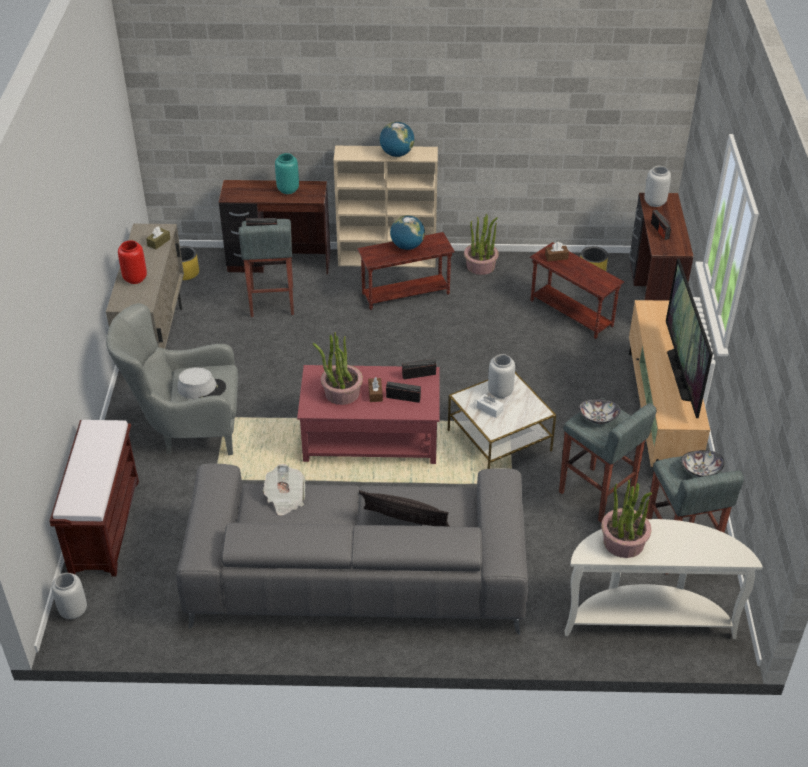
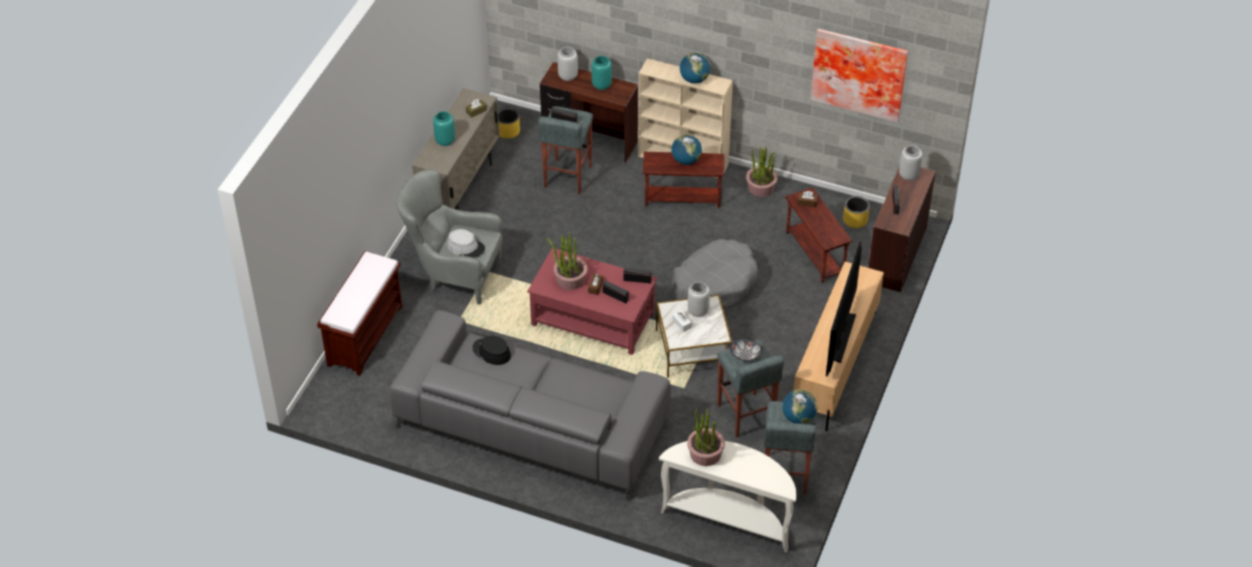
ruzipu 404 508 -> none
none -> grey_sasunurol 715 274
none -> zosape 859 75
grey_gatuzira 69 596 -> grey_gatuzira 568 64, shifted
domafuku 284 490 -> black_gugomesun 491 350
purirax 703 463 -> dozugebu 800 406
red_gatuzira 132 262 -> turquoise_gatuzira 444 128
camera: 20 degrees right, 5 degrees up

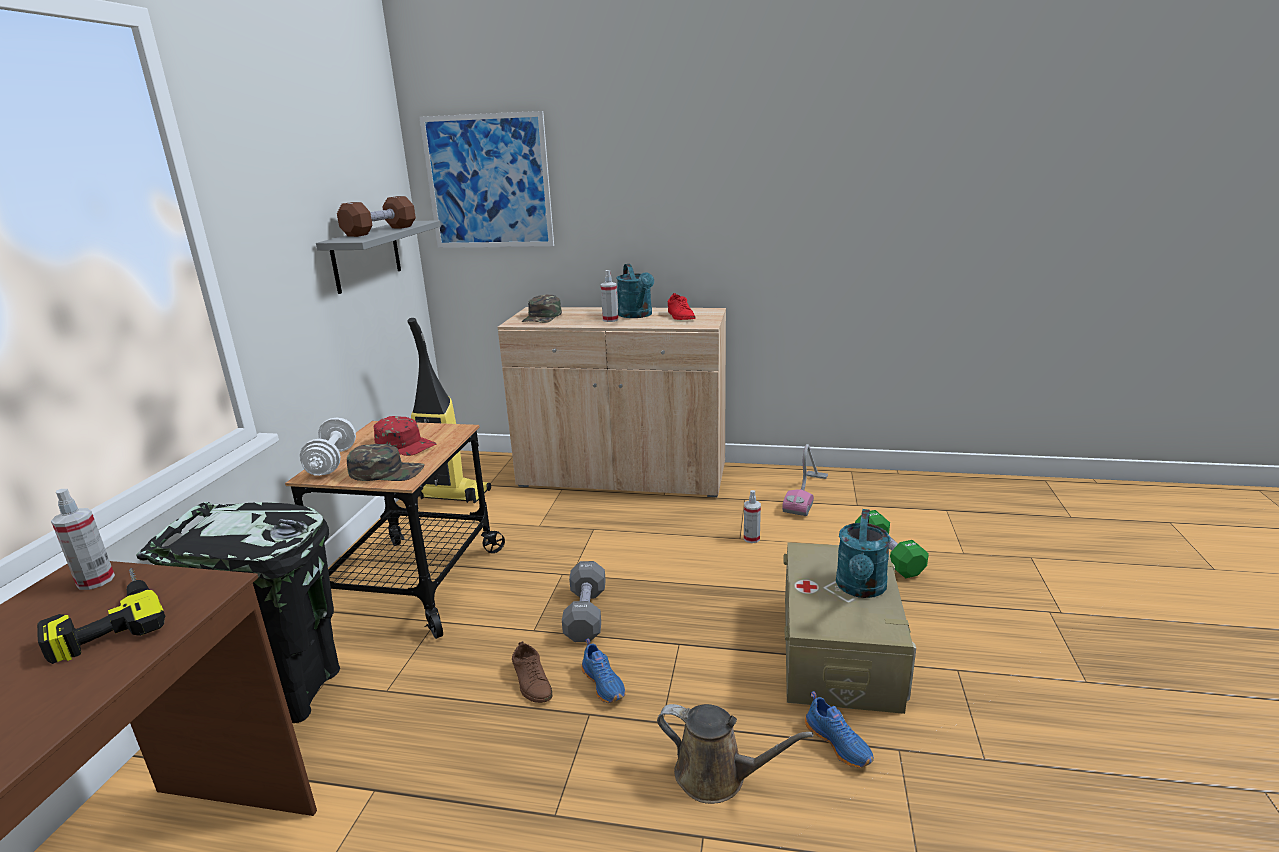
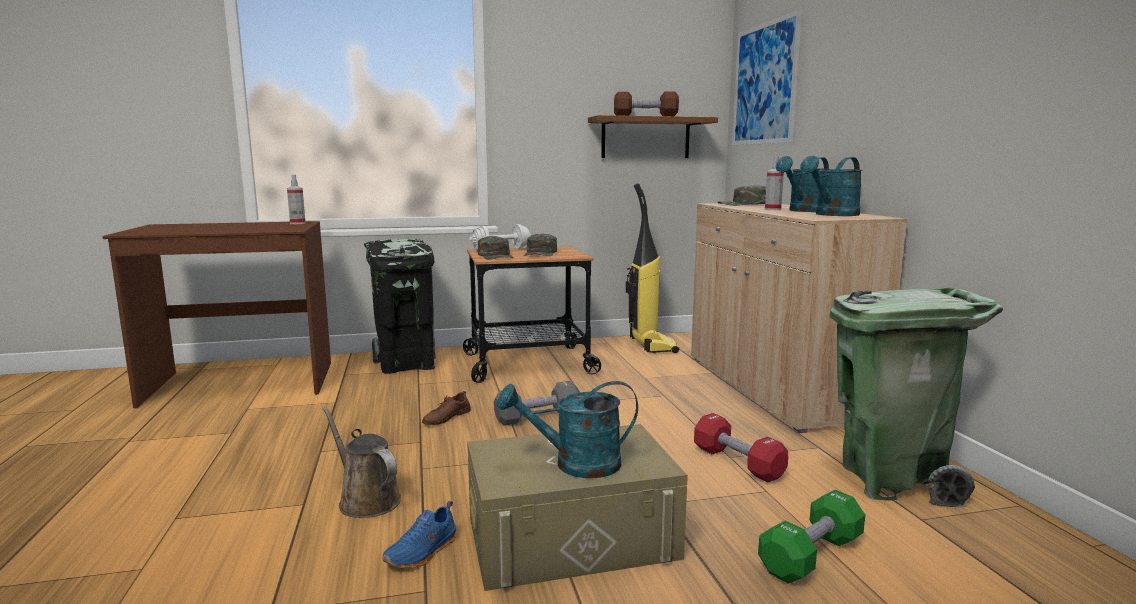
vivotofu 101 616 -> none
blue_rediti 603 670 -> none
red_rediti 681 306 -> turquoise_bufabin 831 186
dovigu 752 516 -> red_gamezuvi 741 448
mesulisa 805 480 -> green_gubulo 916 398
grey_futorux 378 257 -> brown_futorux 653 136
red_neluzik 405 436 -> green_neluzik 540 245
brown_bufabin 735 754 -> brown_bufabin 362 462, 135 degrees clockwise
camera: 65 degrees right, 10 degrees down

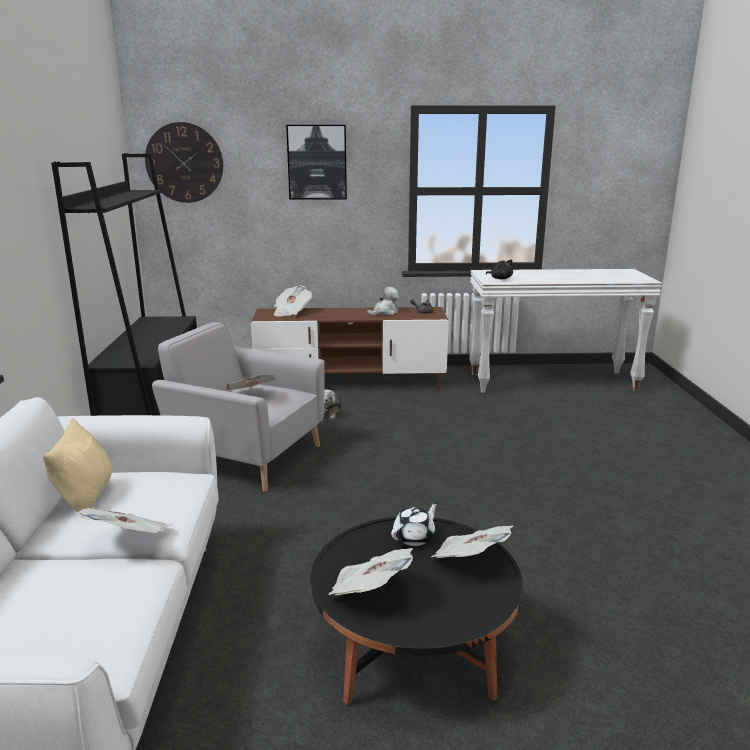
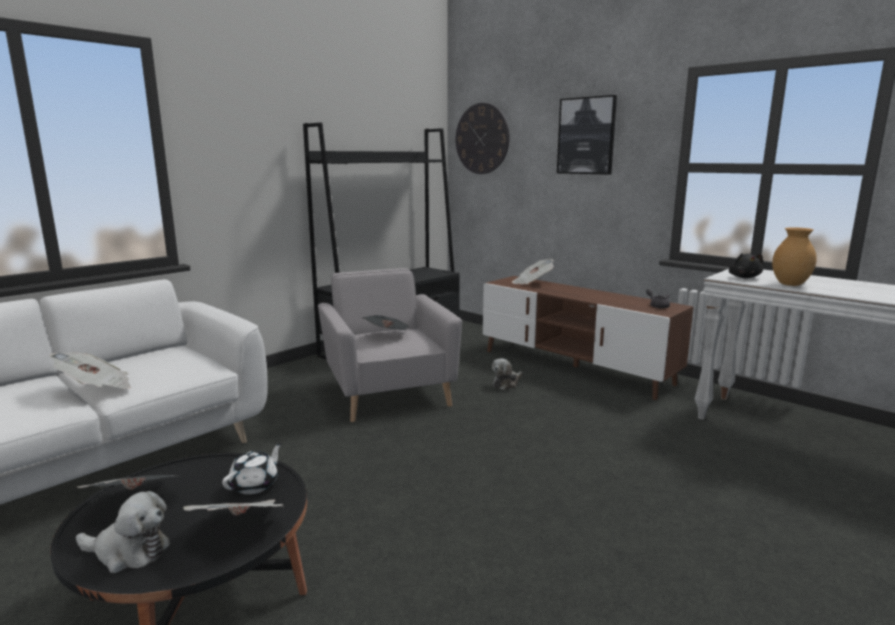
beige_ruzipu 77 467 -> none
none -> brown_gatuzira 794 256
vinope 383 301 -> vinope 123 532, shifted
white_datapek 414 524 -> white_datapek 252 468, 60 degrees counterclockwise
camera: 45 degrees right, 5 degrees down

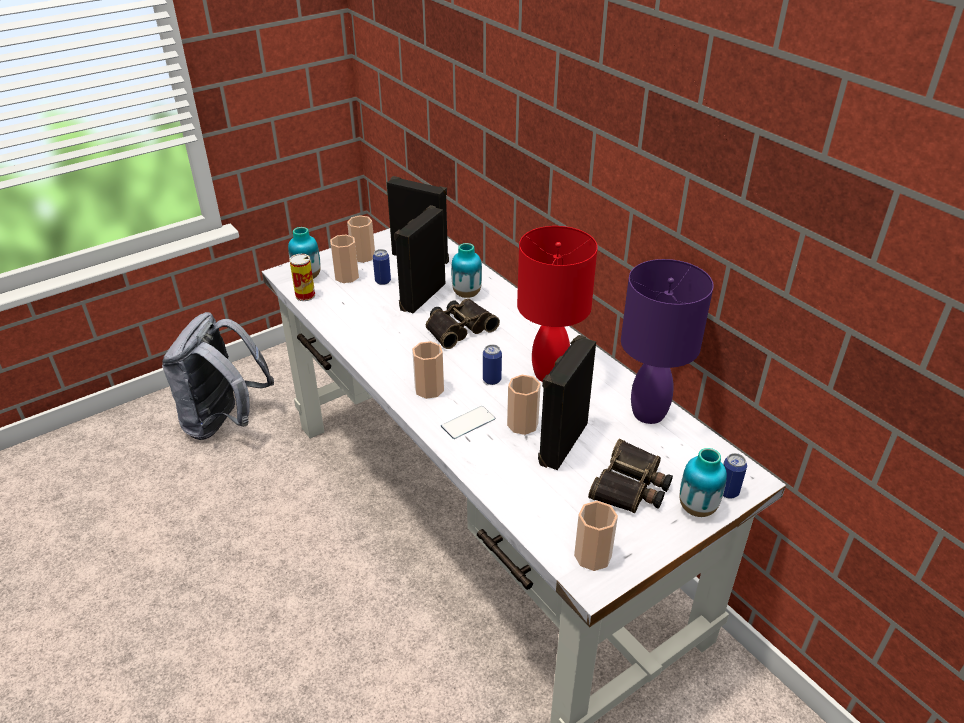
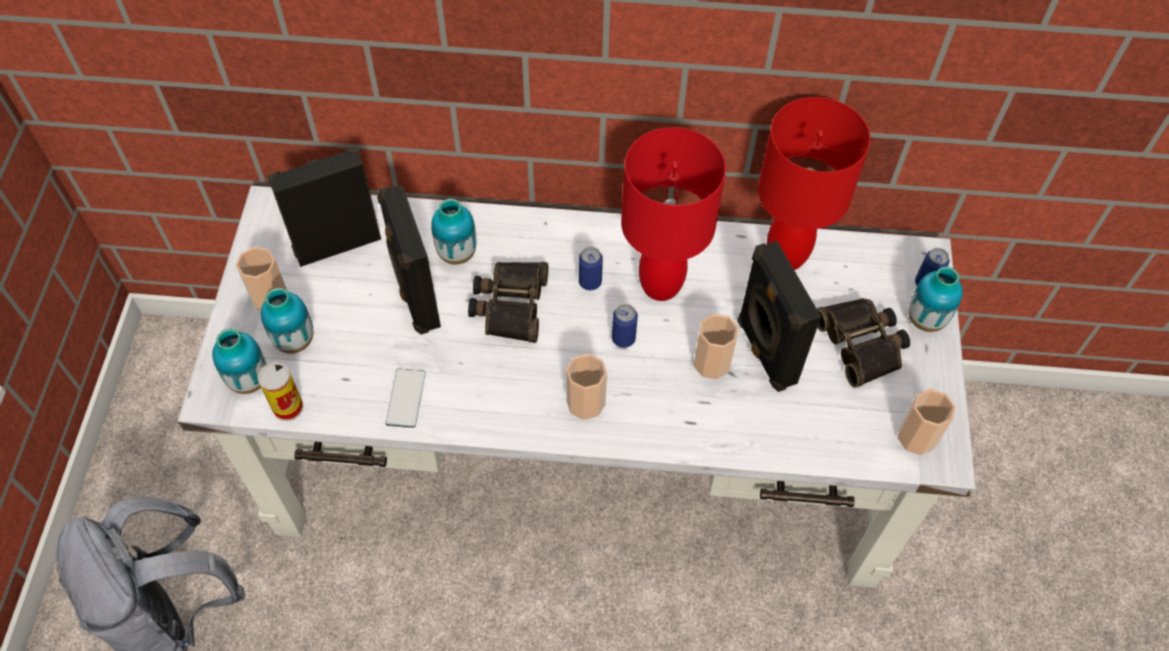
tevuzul 382 267 -> tevuzul 591 268, shifted
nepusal 468 422 -> nepusal 405 398, shifted
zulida 344 259 -> gatuzira 287 320
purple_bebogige 667 341 -> red_bebogige 814 183
camera: 50 degrees left, 20 degrees up

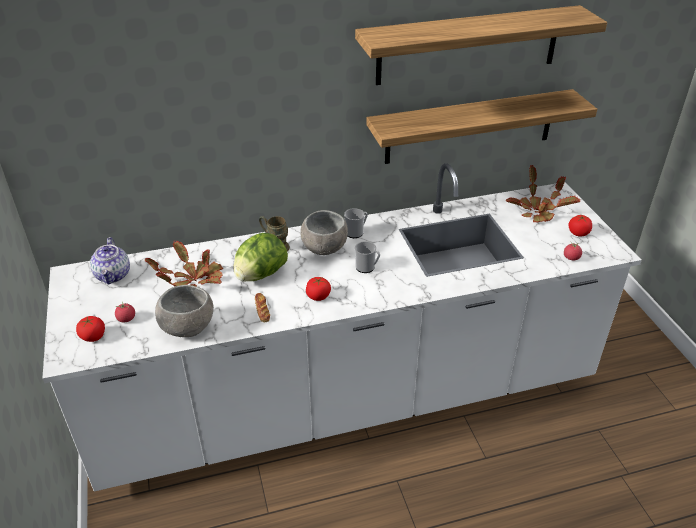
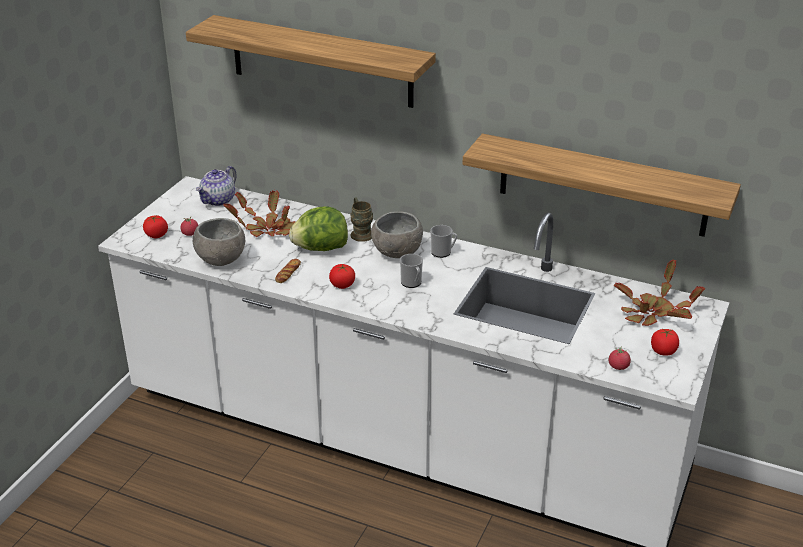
futorux 481 45 -> futorux 311 61, shifted
camera: 40 degrees right, 5 degrees down

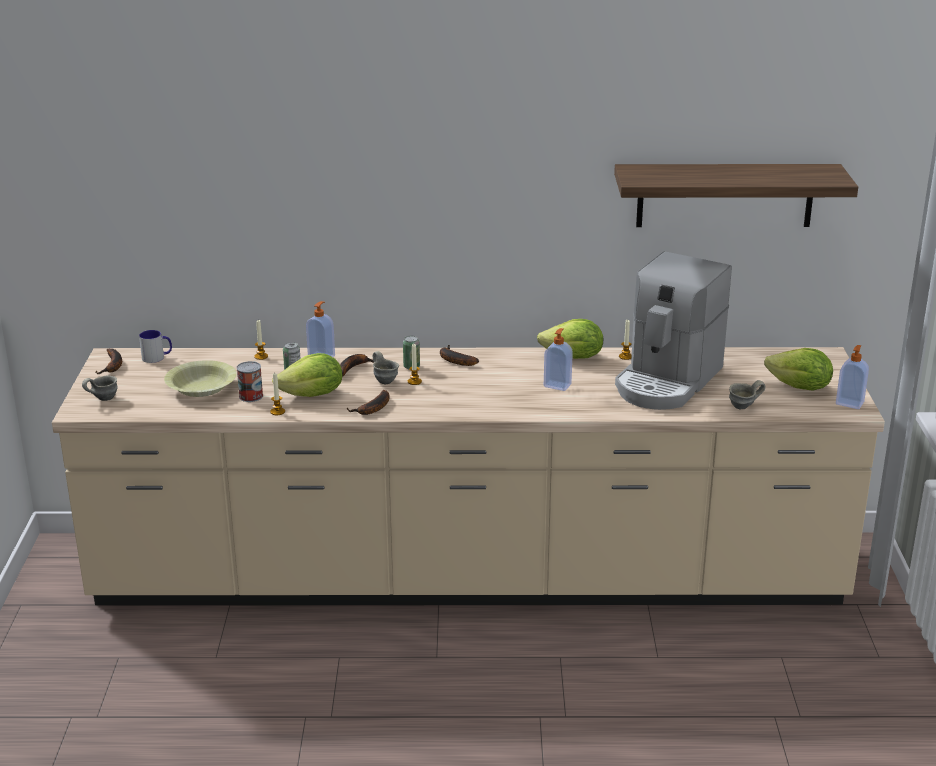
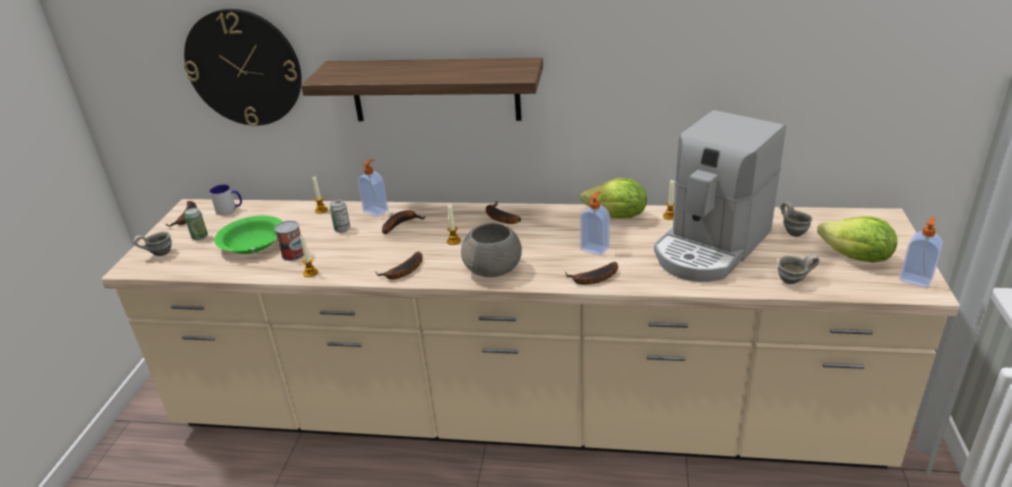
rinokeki 307 375 -> none
none -> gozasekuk 243 67
none -> grey_purirax 491 250
none -> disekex 591 273
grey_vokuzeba 386 367 -> grey_vokuzeba 797 219, shifted
tevuzul 411 352 -> tevuzul 196 224, shifted
futorux 736 195 -> futorux 422 89, shifted
yellow_purirax 200 378 -> green_purirax 248 235
camera: 10 degrees right, 5 degrees up

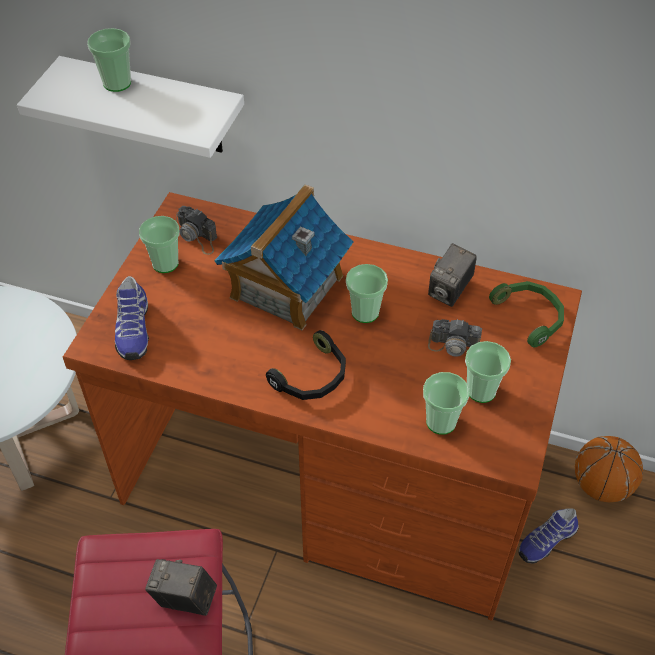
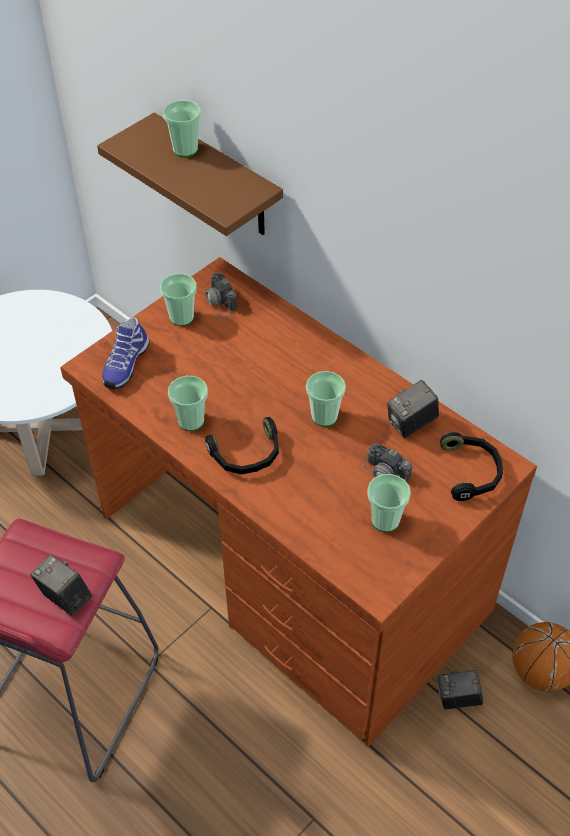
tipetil 284 257 -> none
zulida 446 403 -> zulida 188 403, shifted
rediti 548 535 -> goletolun 460 690
white_futorux 130 107 -> brown_futorux 190 174
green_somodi 526 314 -> black_somodi 471 466
camera: 25 degrees right, 0 degrees up

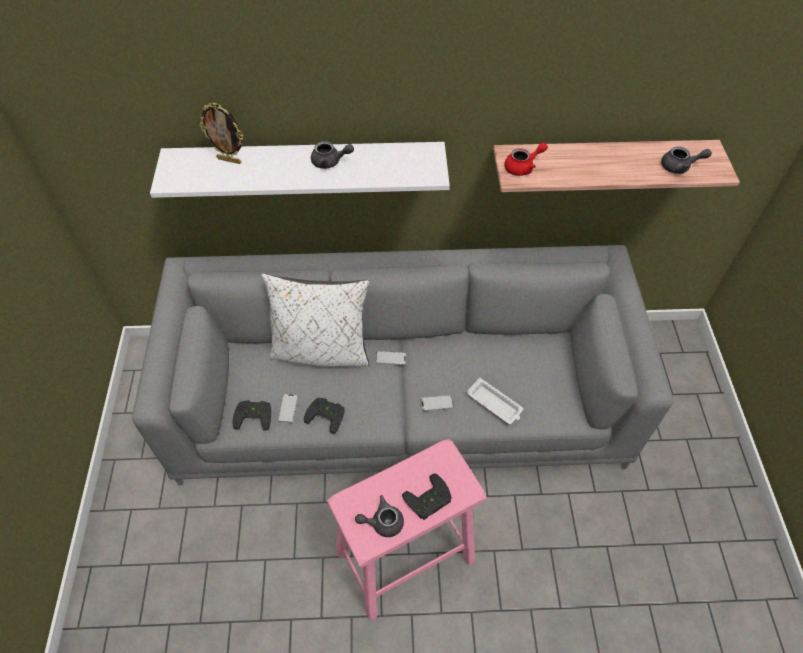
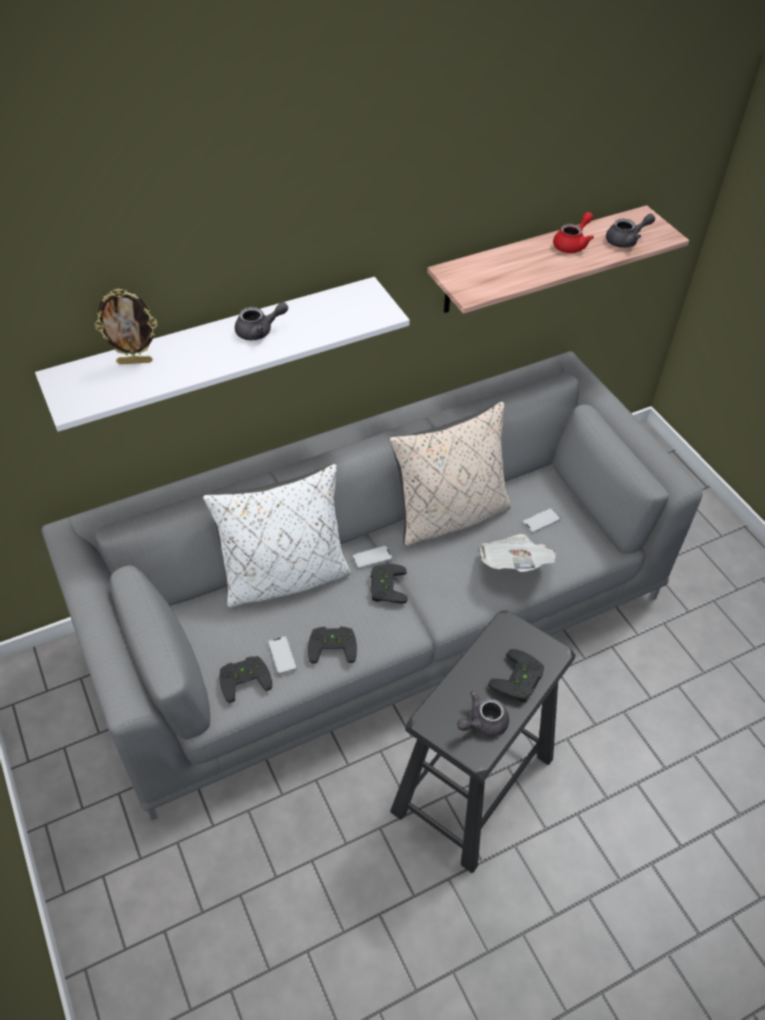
none -> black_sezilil 388 584
none -> beige_ruzipu 450 473
nepusal 437 403 -> nepusal 542 520, shifted
red_datapek 526 159 -> red_datapek 573 232, shifted
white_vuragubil 494 401 -> domafuku 518 553
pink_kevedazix 407 530 -> black_kevedazix 483 741
camera: 25 degrees left, 5 degrees down

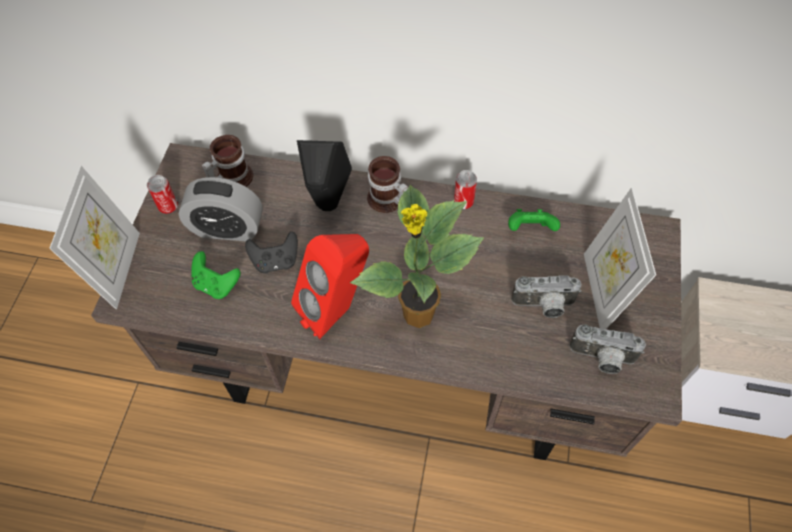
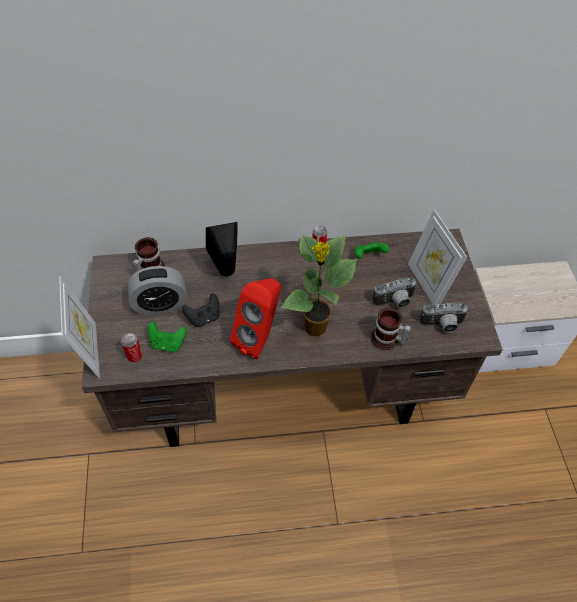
tevuzul 162 194 -> tevuzul 131 347, shifted
vokuzeba 387 184 -> vokuzeba 391 329, shifted
camera: 20 degrees left, 5 degrees down

